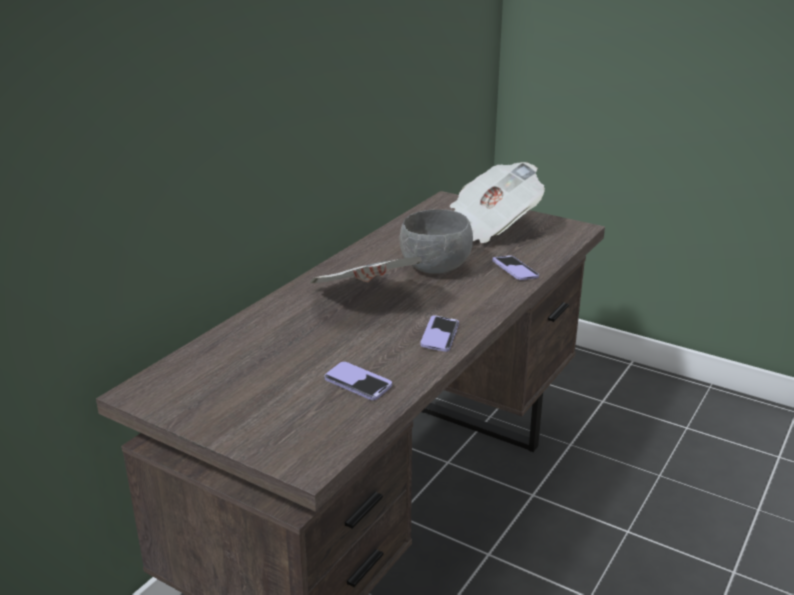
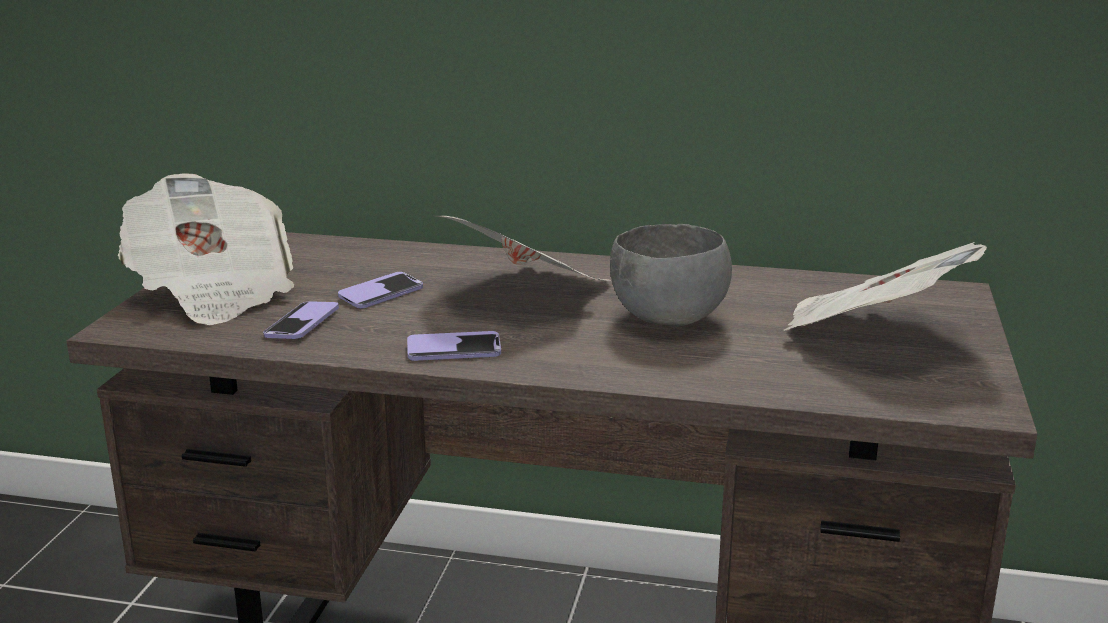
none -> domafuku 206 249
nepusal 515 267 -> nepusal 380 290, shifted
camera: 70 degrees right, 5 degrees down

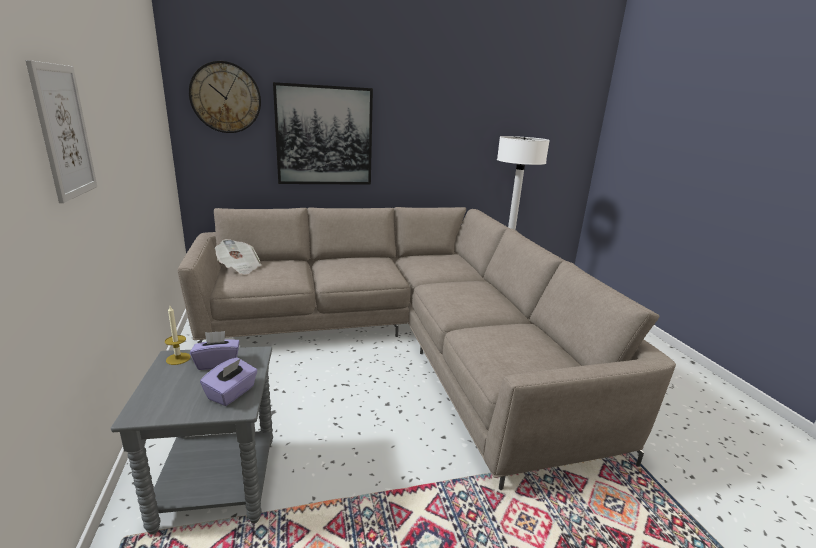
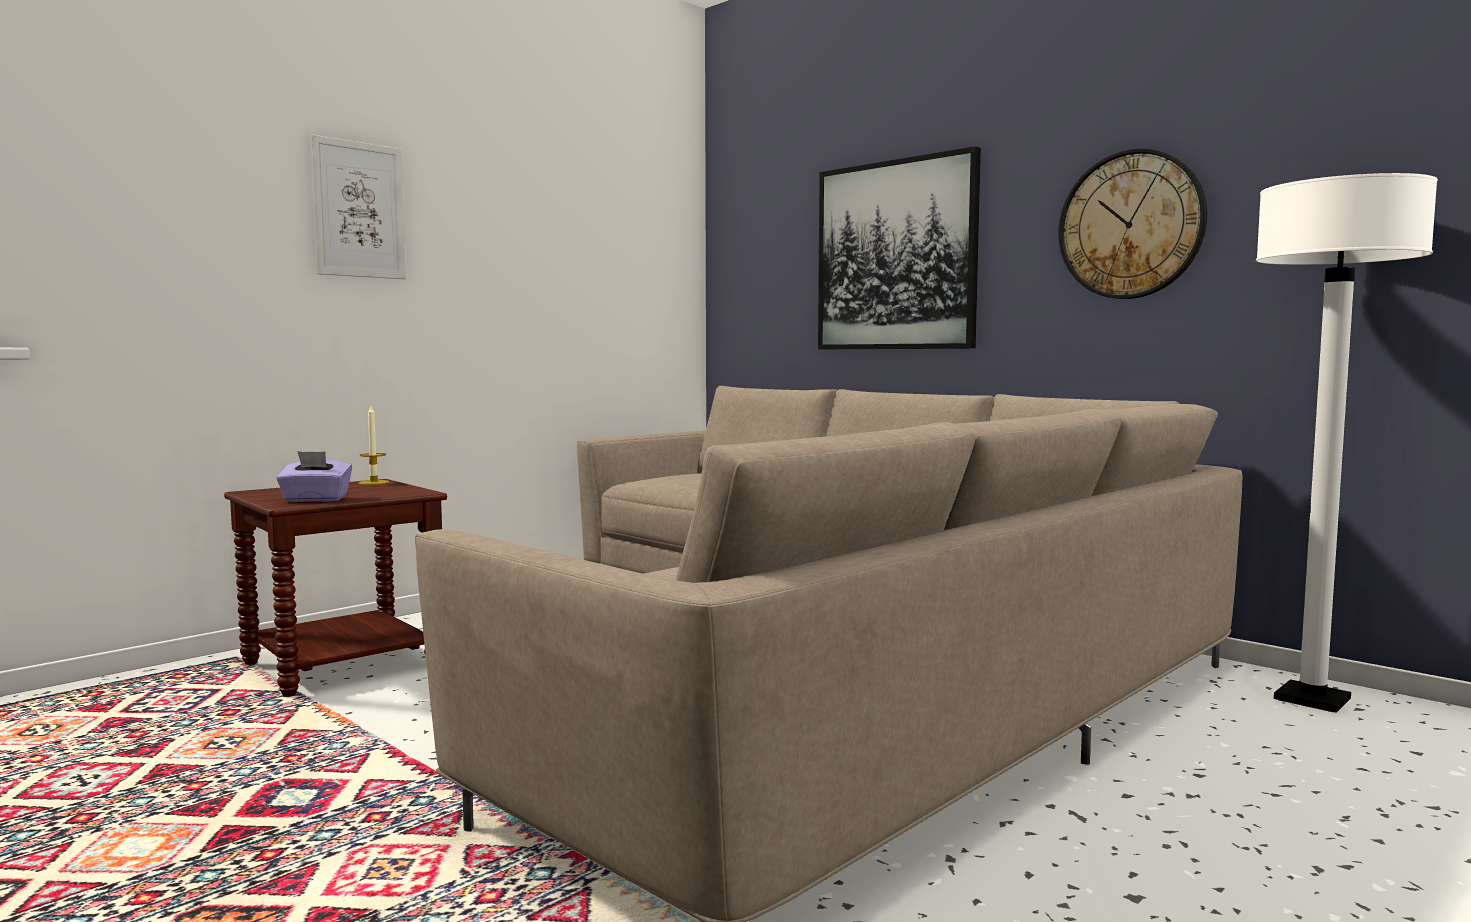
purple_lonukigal 215 350 -> none
domafuku 238 257 -> none
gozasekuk 225 97 -> gozasekuk 1133 224, shifted
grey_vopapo 192 440 -> brown_vopapo 335 588
camera: 60 degrees right, 15 degrees down

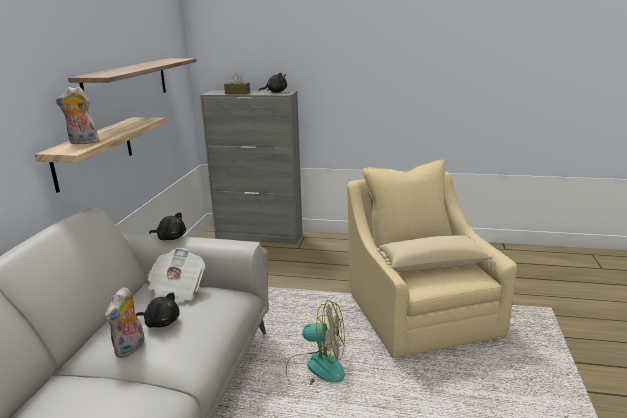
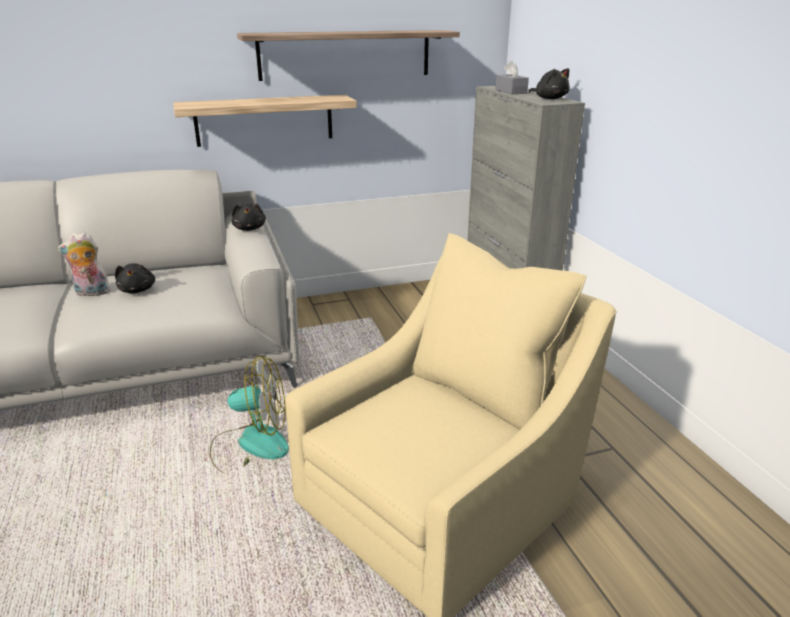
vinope 77 115 -> none
domafuku 176 275 -> none
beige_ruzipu 434 253 -> none
brown_lonukigal 237 83 -> grey_lonukigal 512 77
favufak 315 342 -> favufak 249 415, 75 degrees counterclockwise
camera: 60 degrees right, 5 degrees up

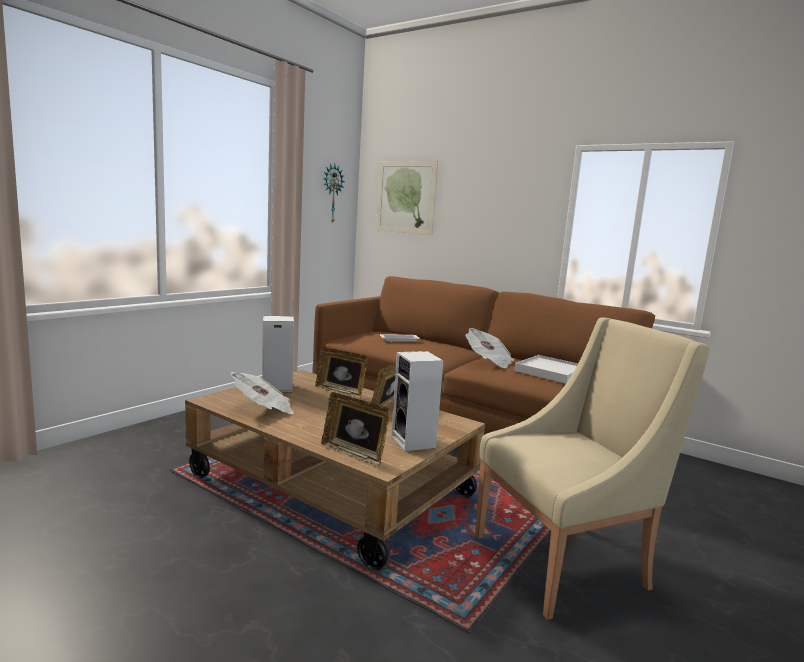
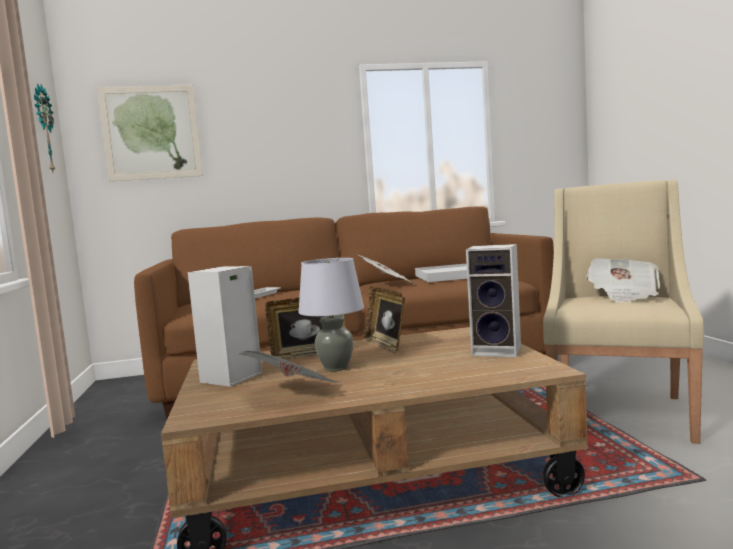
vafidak 355 430 -> none
none -> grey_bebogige 331 314
none -> domafuku 623 280
camera: 45 degrees left, 5 degrees down

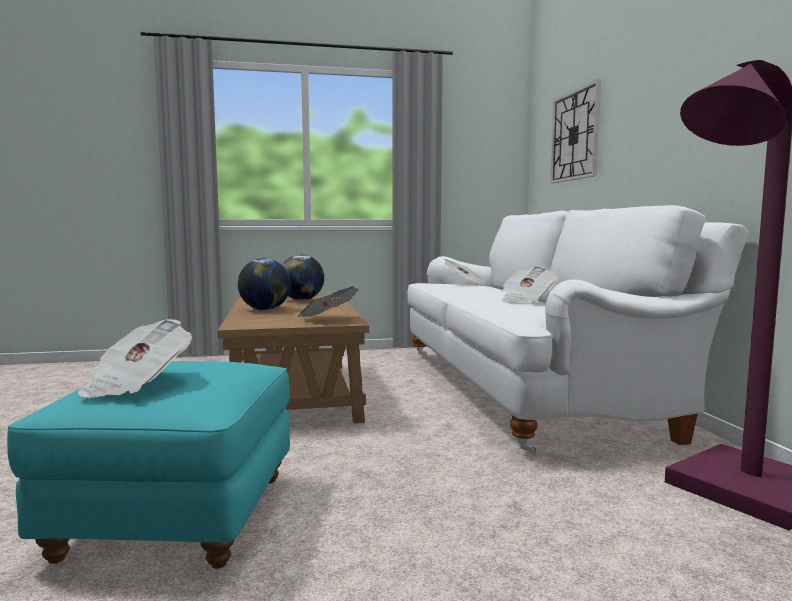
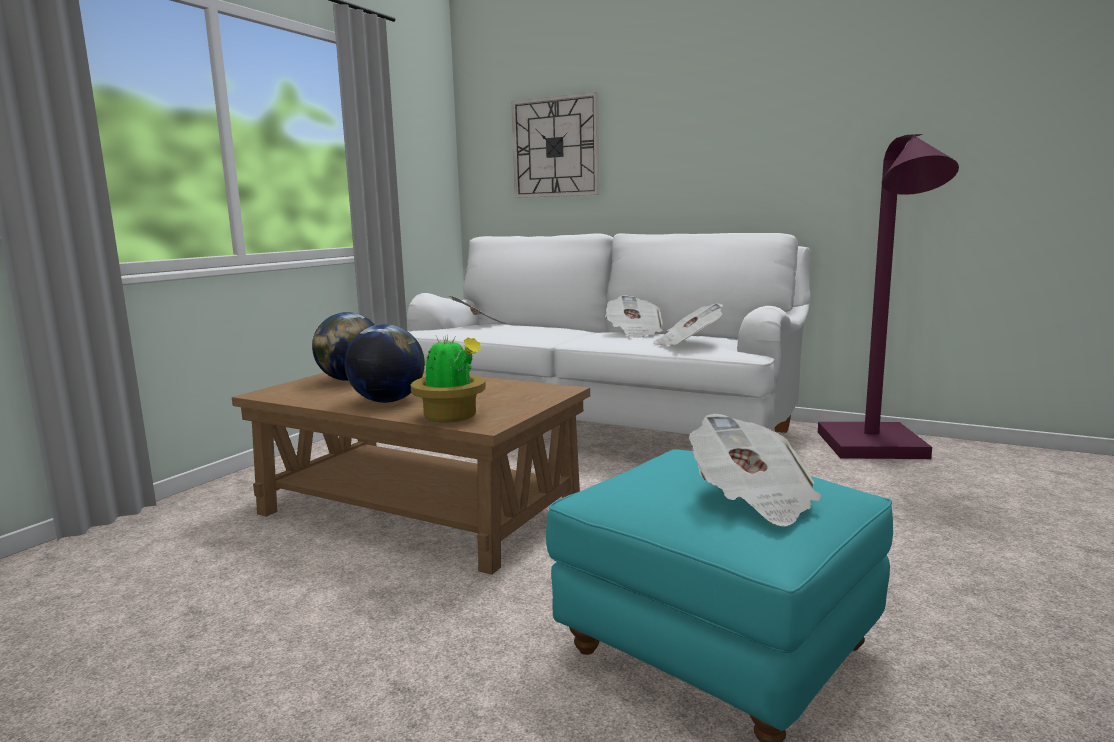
none -> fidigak 448 379
domafuku 328 301 -> domafuku 688 324, shifted
camera: 50 degrees left, 5 degrees up

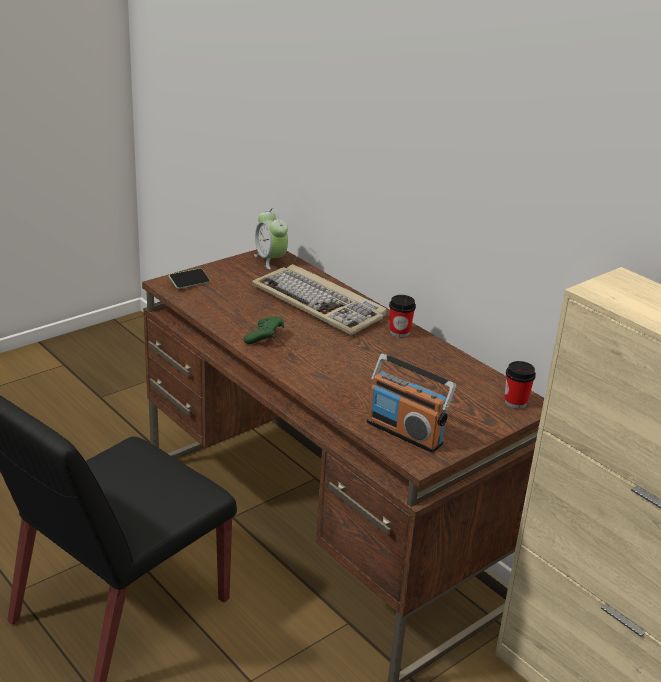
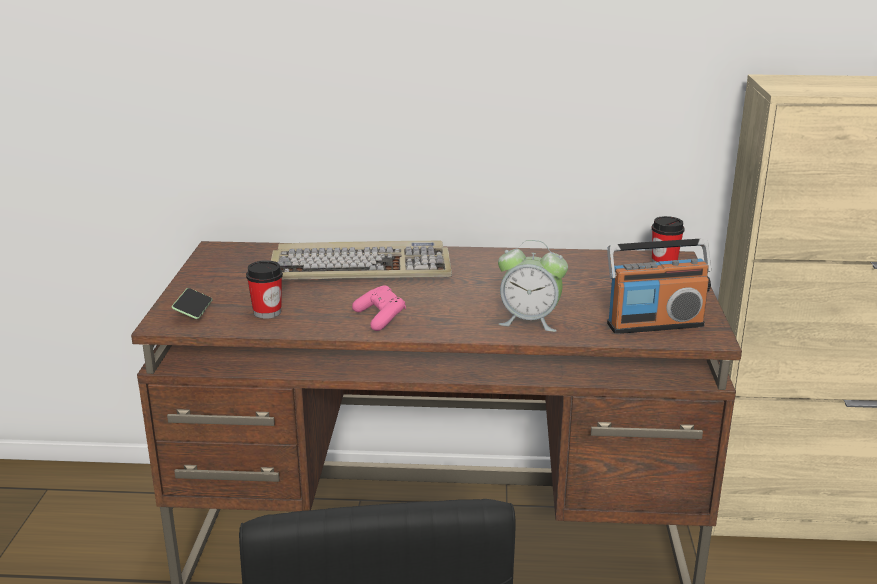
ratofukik 271 238 -> ratofukik 533 286, shifted
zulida 402 316 -> zulida 264 289, shifted
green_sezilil 264 330 -> pink_sezilil 379 308
camera: 45 degrees left, 5 degrees down

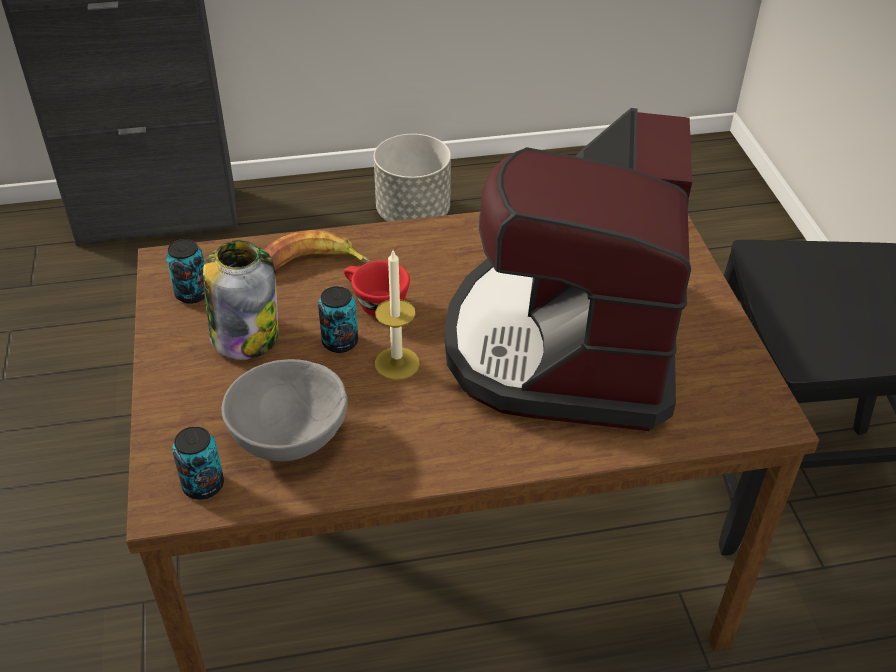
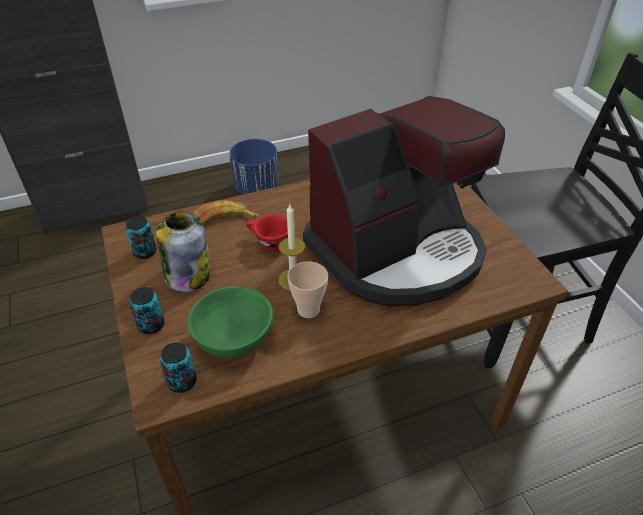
none -> zulida 307 290
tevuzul 338 319 -> tevuzul 146 310, shifted
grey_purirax 284 410 -> green_purirax 230 322
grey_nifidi 412 177 -> blue_nifidi 254 166
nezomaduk 568 269 -> nezomaduk 404 201, 120 degrees counterclockwise
camera: 10 degrees left, 0 degrees up

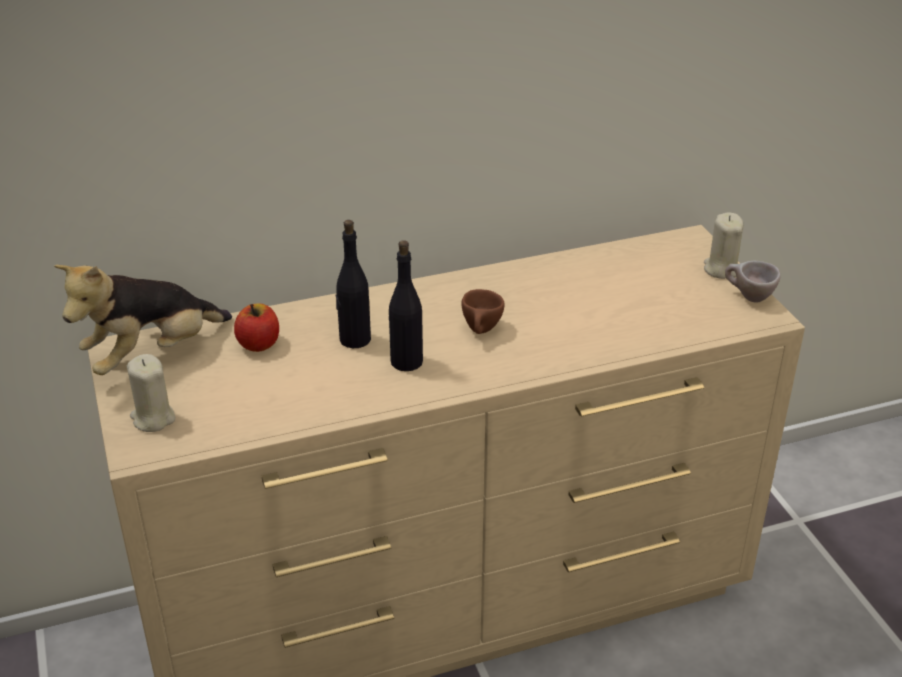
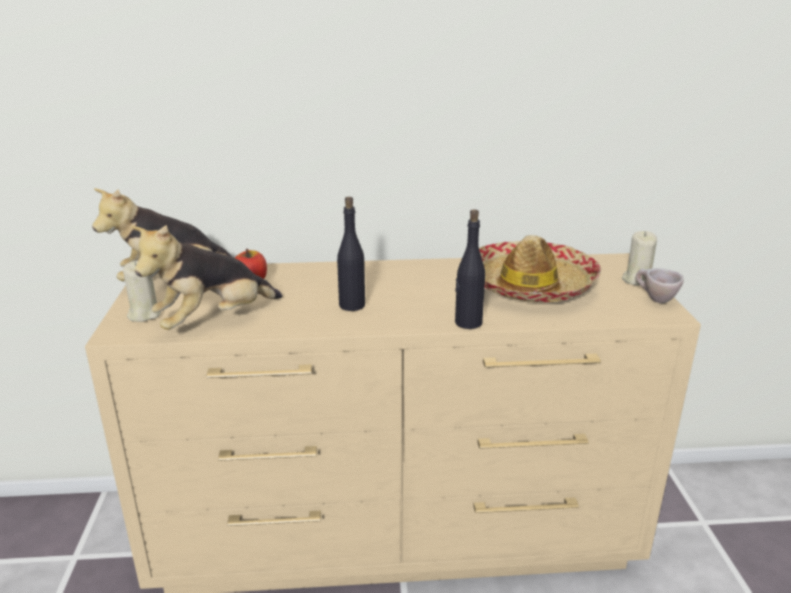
brown_zulida 483 311 -> none
none -> vinope 206 277
none -> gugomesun 540 268
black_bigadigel 353 284 -> black_bigadigel 470 269, shifted
camera: 15 degrees right, 10 degrees down

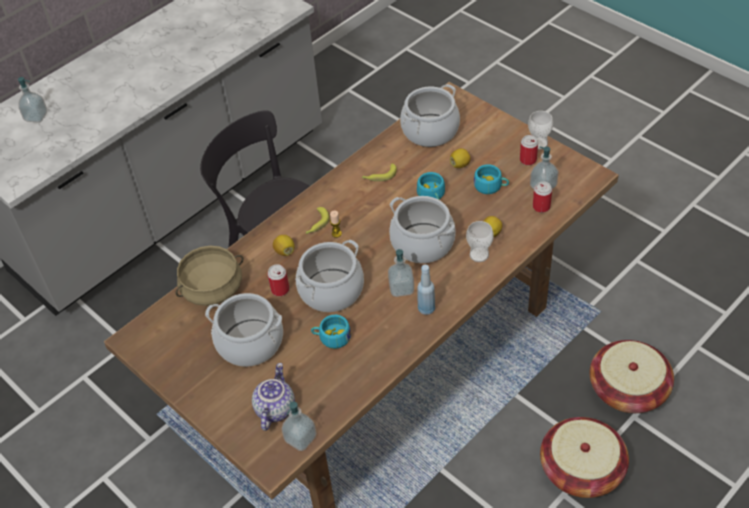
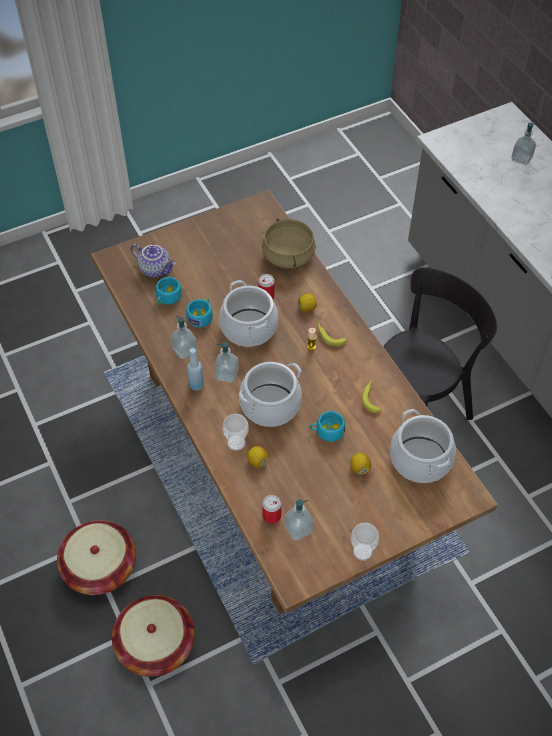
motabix 244 330 -> none
tevuzul 529 150 -> none
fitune 299 426 -> fitune 184 337, shifted
turquoise_zulida 491 179 -> turquoise_zulida 169 291, shifted
camera: 105 degrees right, 5 degrees up

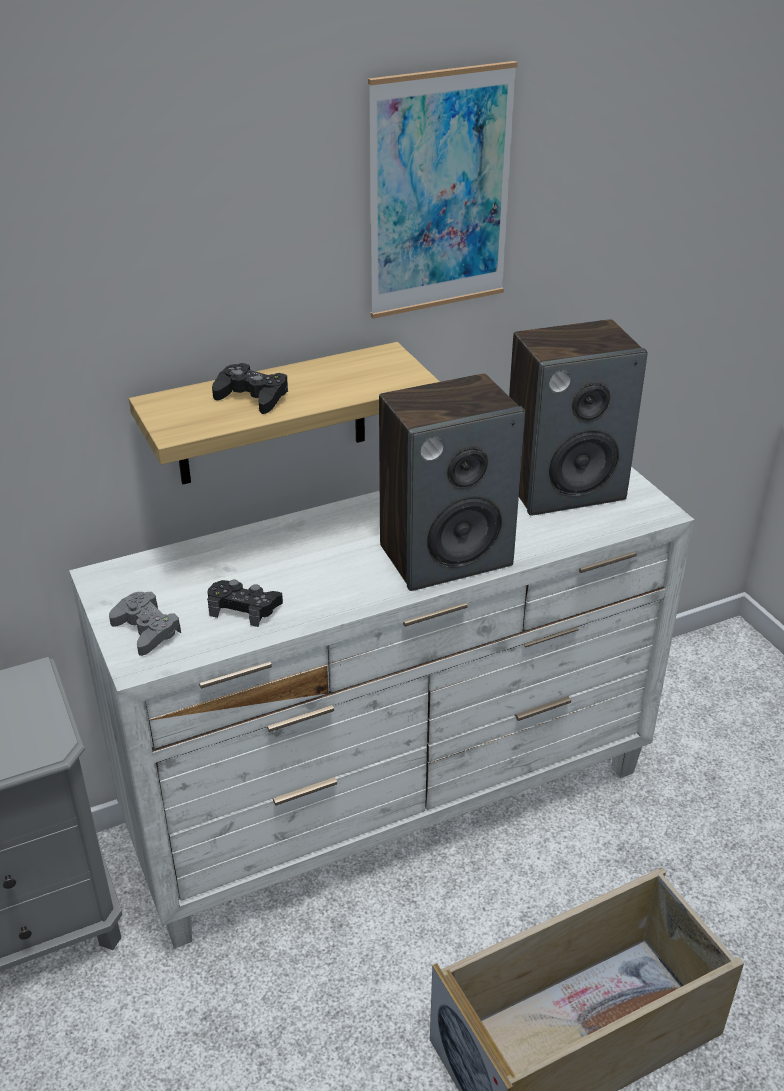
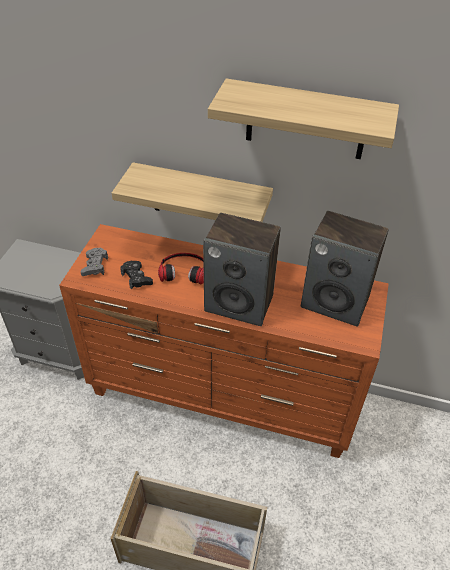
black_sezilil 250 388 -> none
none -> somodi 181 268
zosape 443 190 -> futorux 303 118
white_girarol 381 708 -> orange_girarol 224 341
camera: 40 degrees right, 10 degrees up

